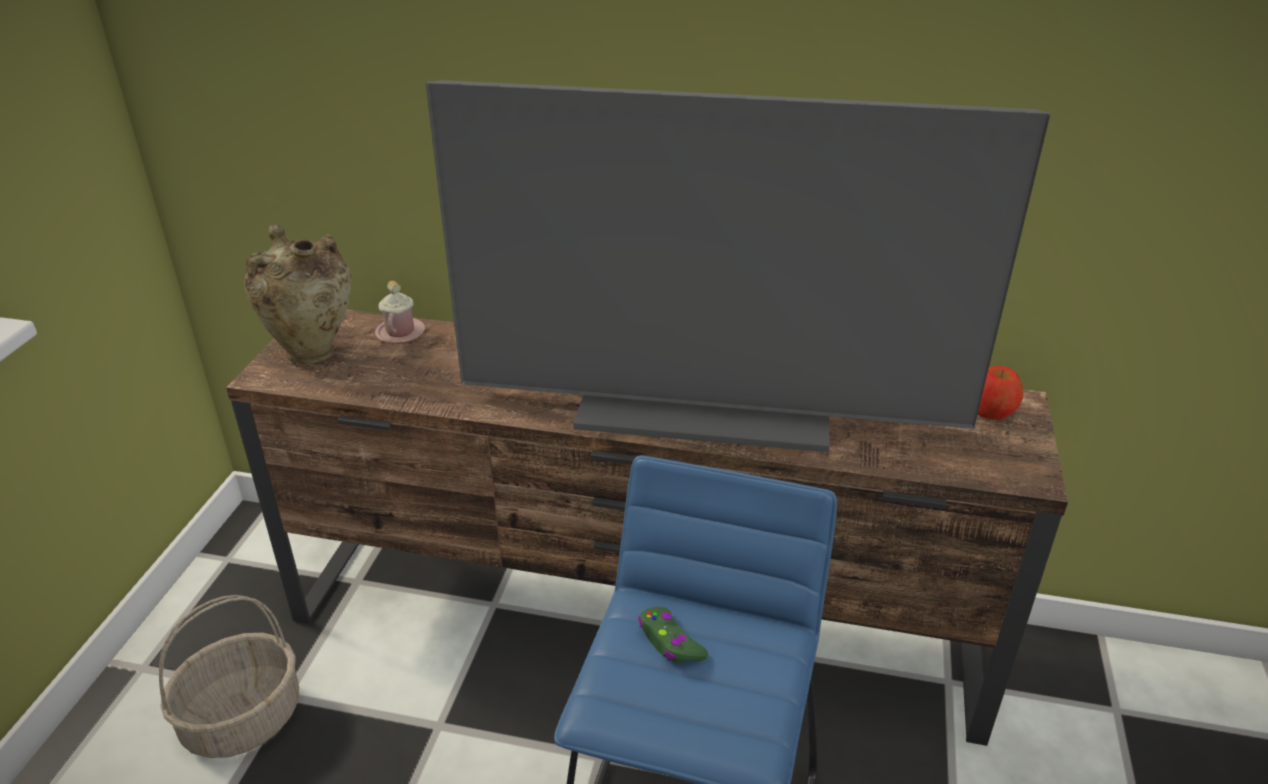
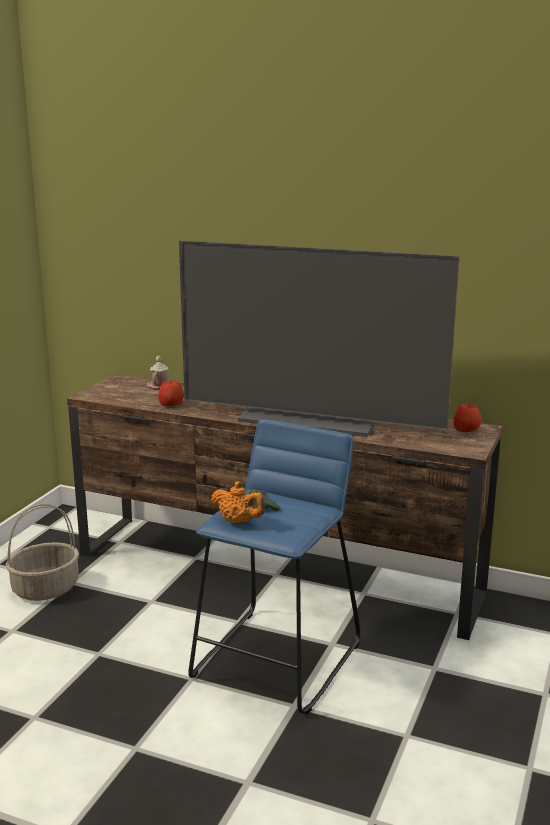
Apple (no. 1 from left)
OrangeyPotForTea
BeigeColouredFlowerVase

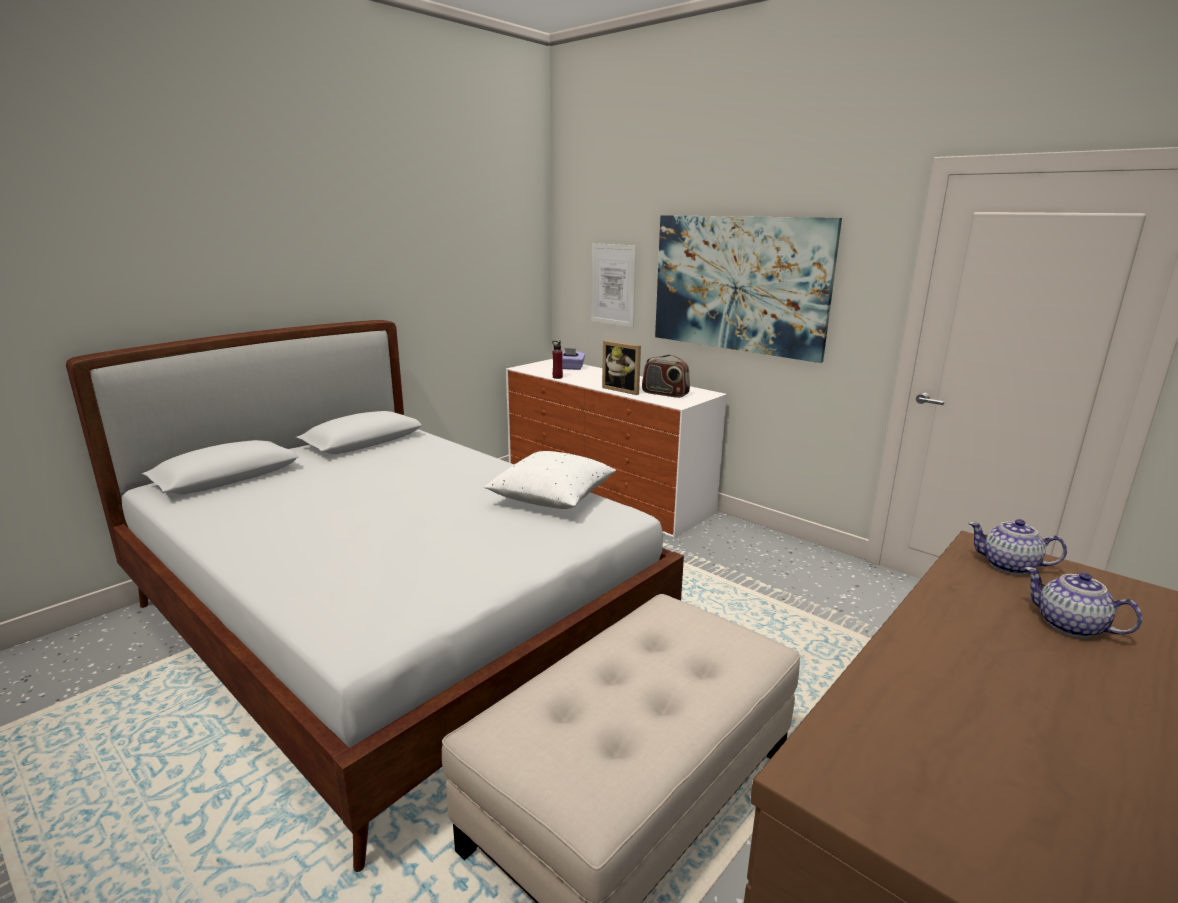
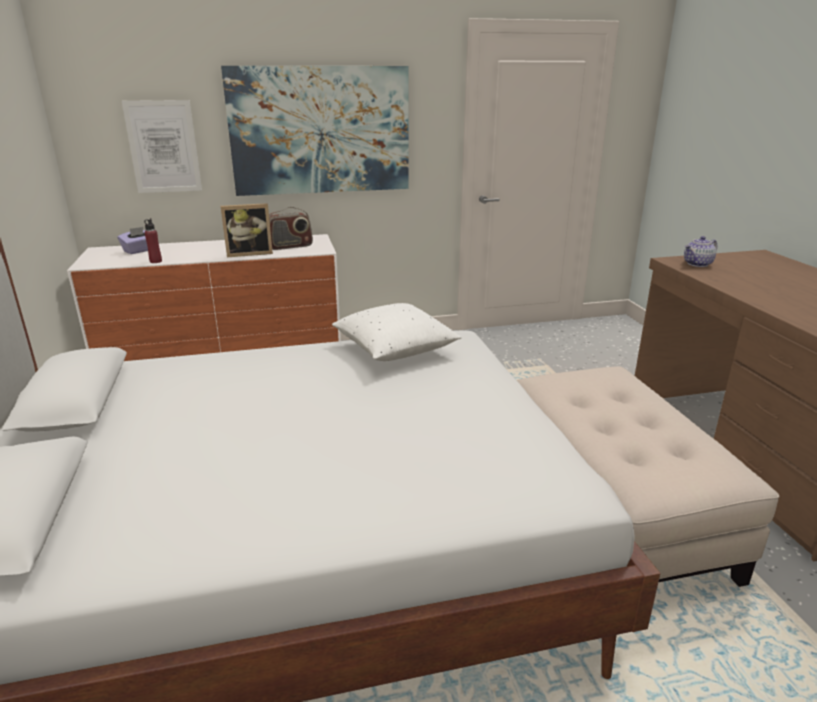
PotForTea (no. 2 from left in the first image)

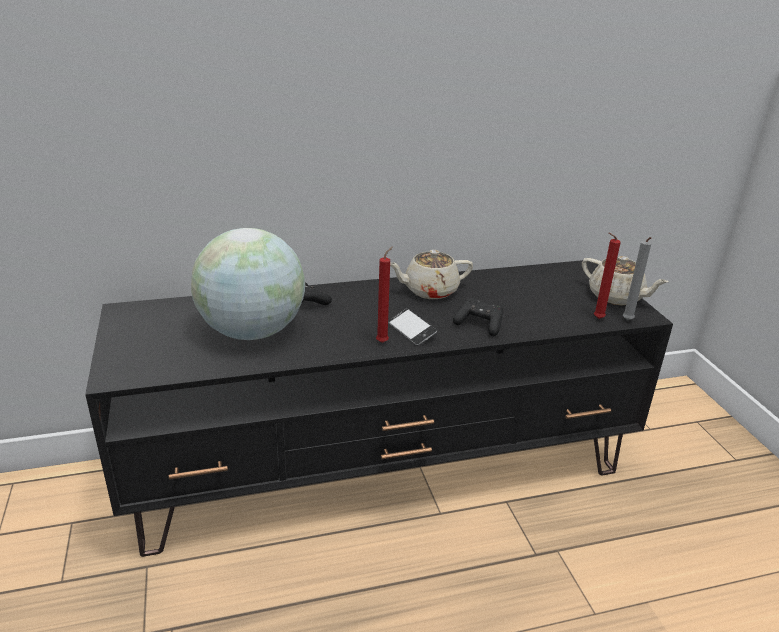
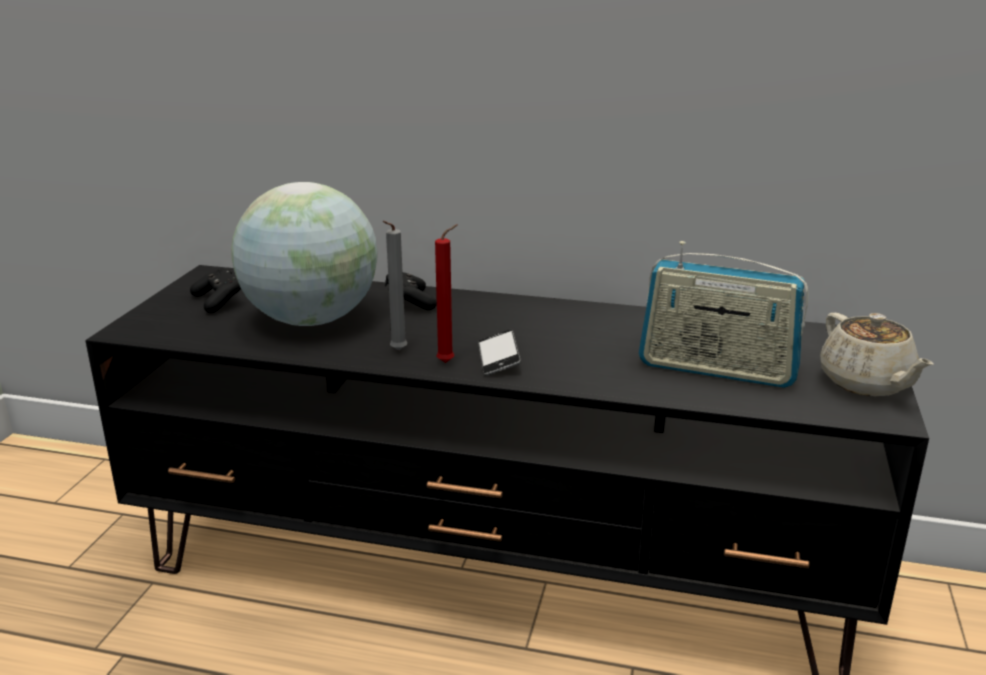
BlackColouredGameController (no. 1 from left)
GreyishCandle
RadioSet
BeigeColouredPotForTea (no. 1 from left in the first image)
RedCandle (no. 2 from left in the first image)

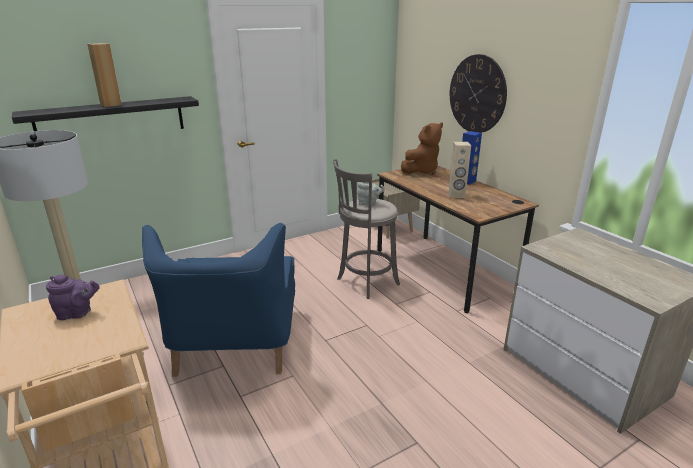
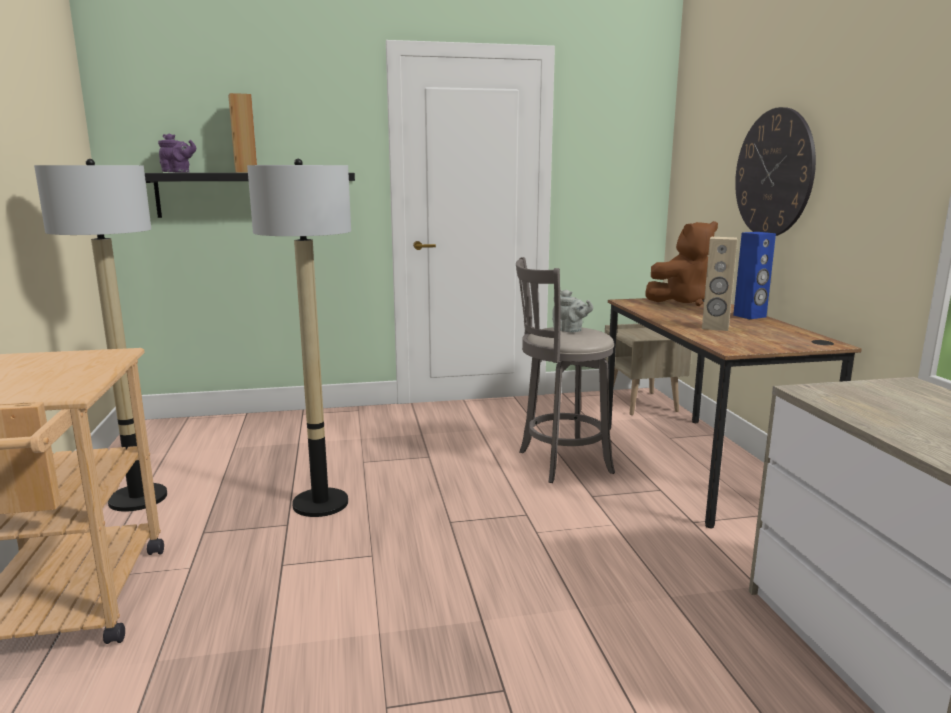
PurpleColouredPotForTea
StandardLamp (no. 2 from left)

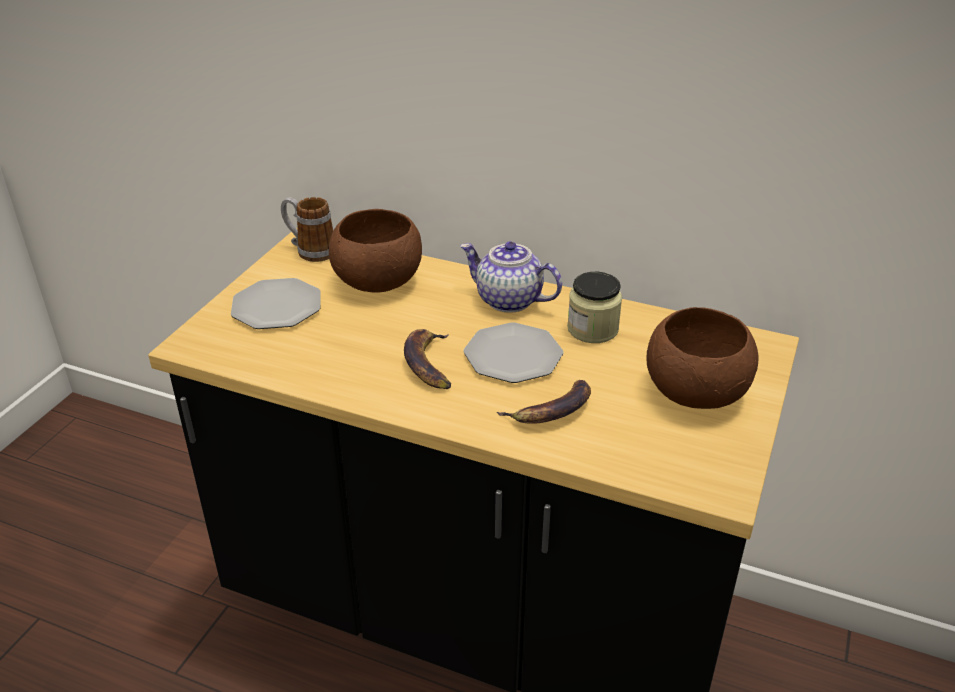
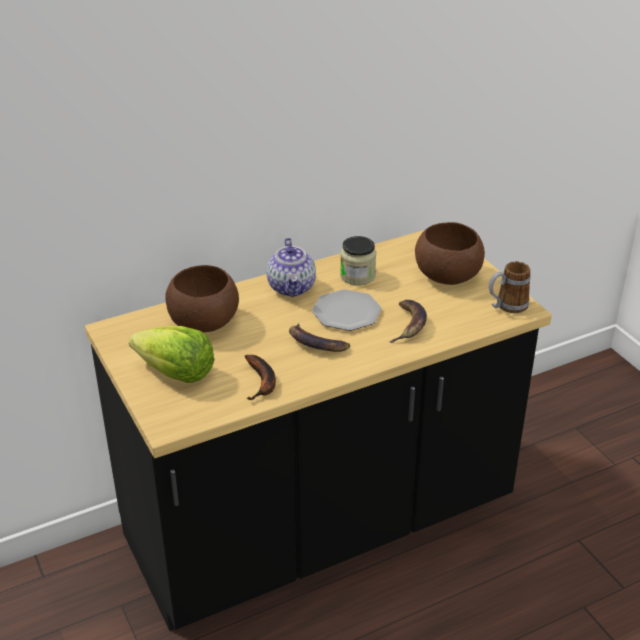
Lettuce
BananaFruit (no. 1 from left)
PotForTea
TeaMug

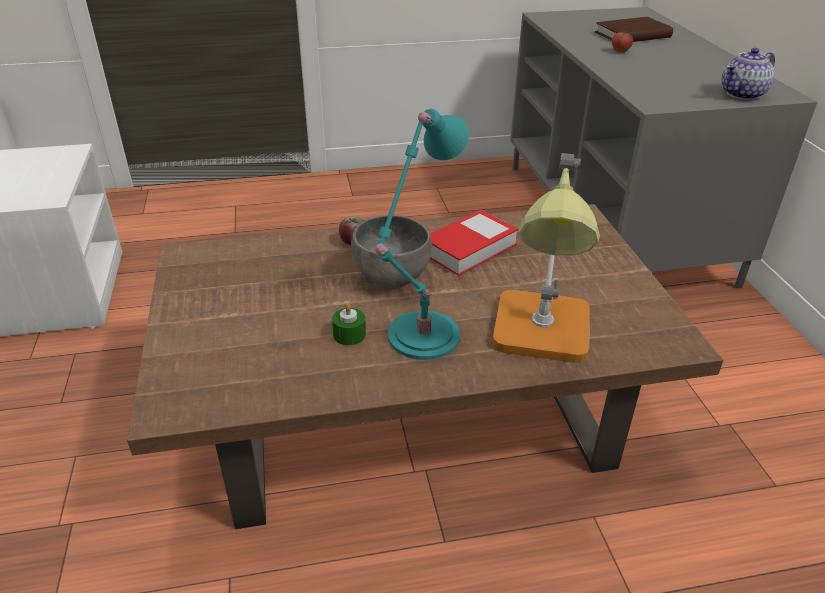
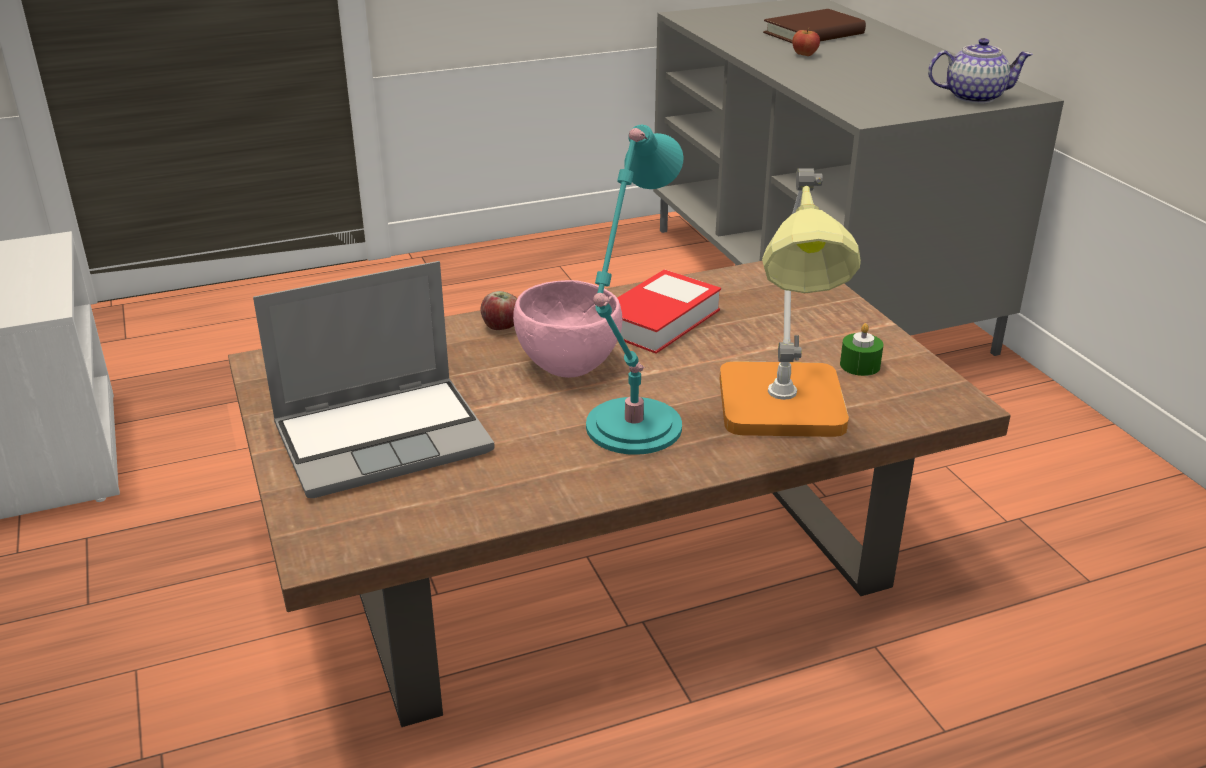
NotebookComputer
PinkBowl
GreenCandle
PotForTea

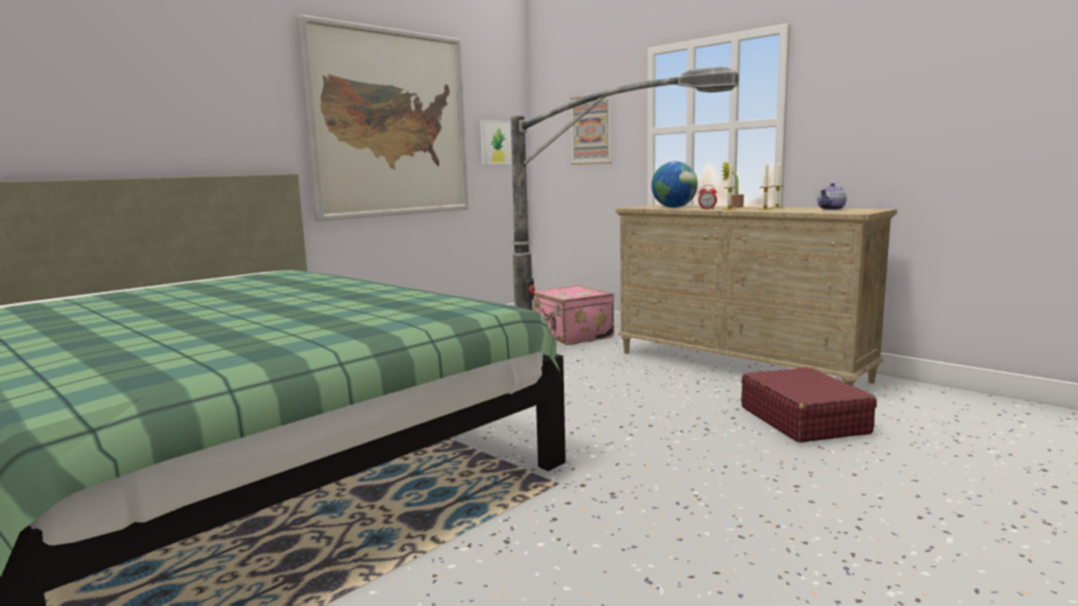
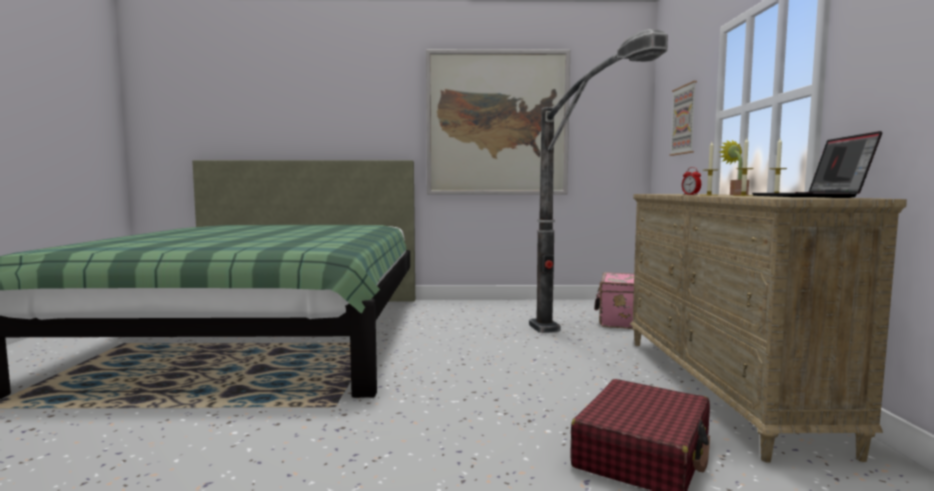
NotebookComputer
WallPicture (no. 2 from left in the first image)
Globe

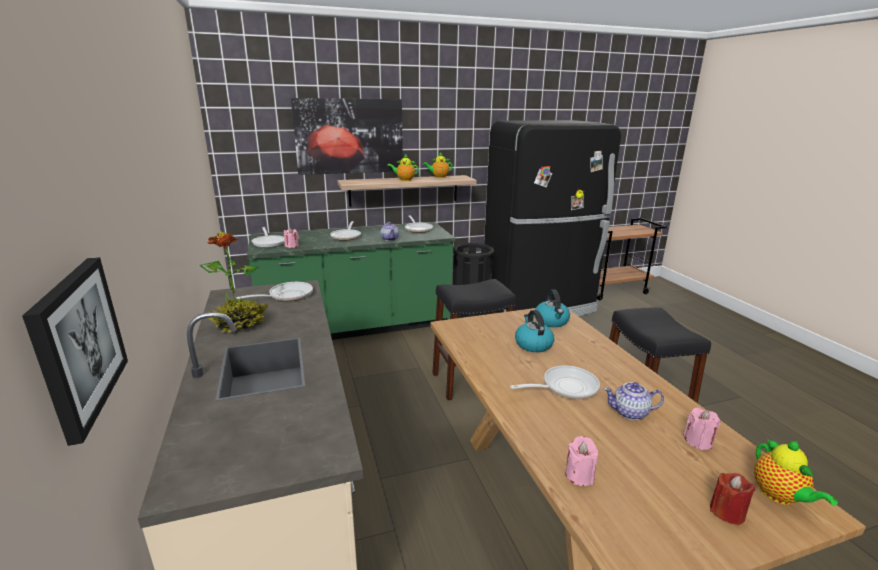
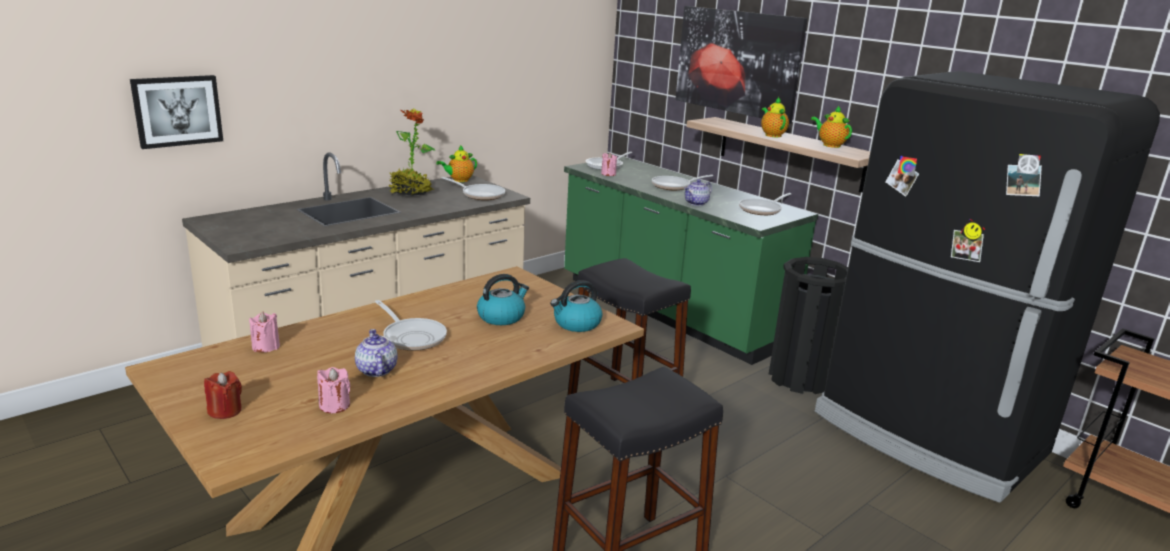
PotForTea (no. 2 from left)

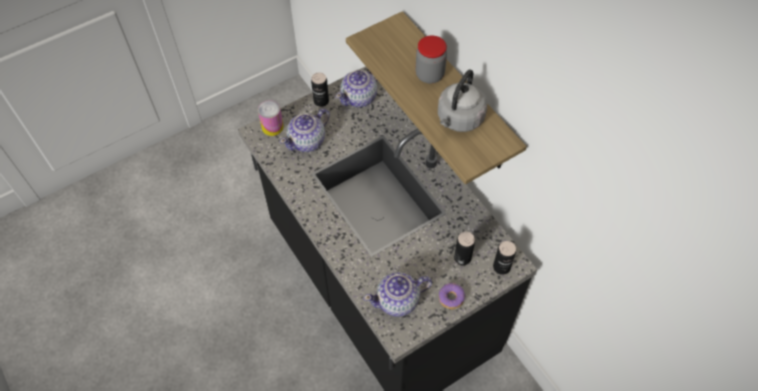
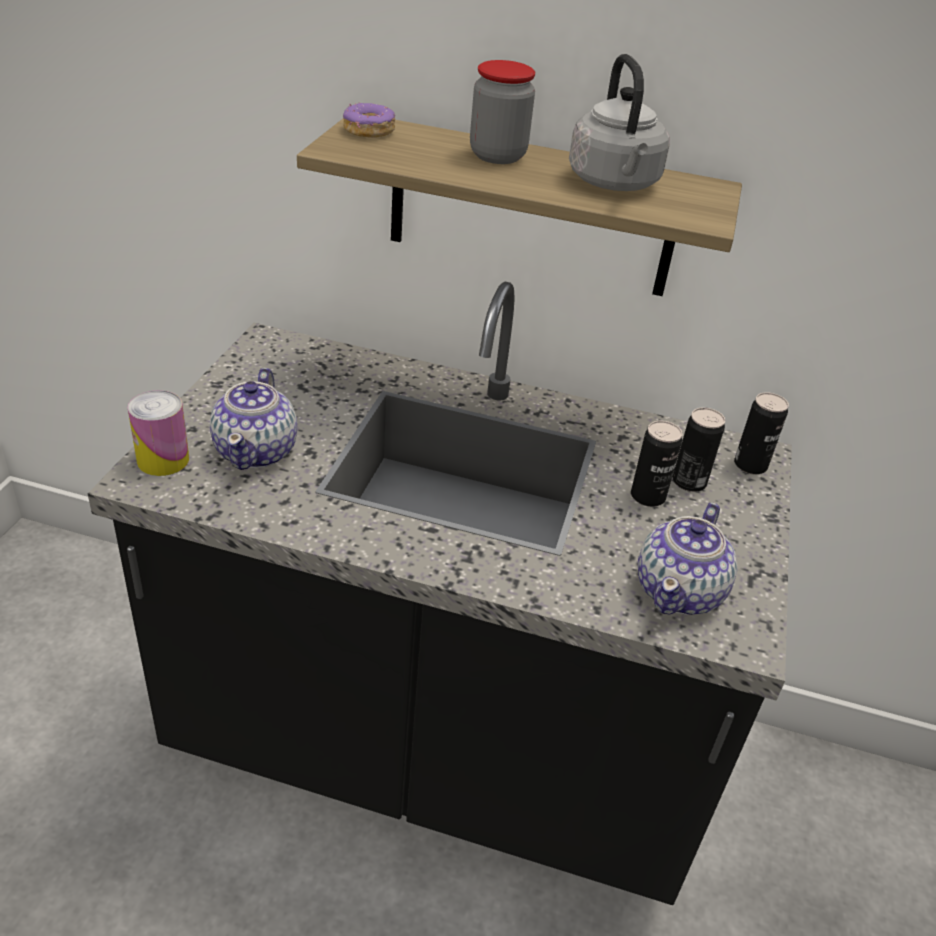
Doughnut
SealedCan (no. 2 from left)
PotForTea (no. 2 from left in the first image)

